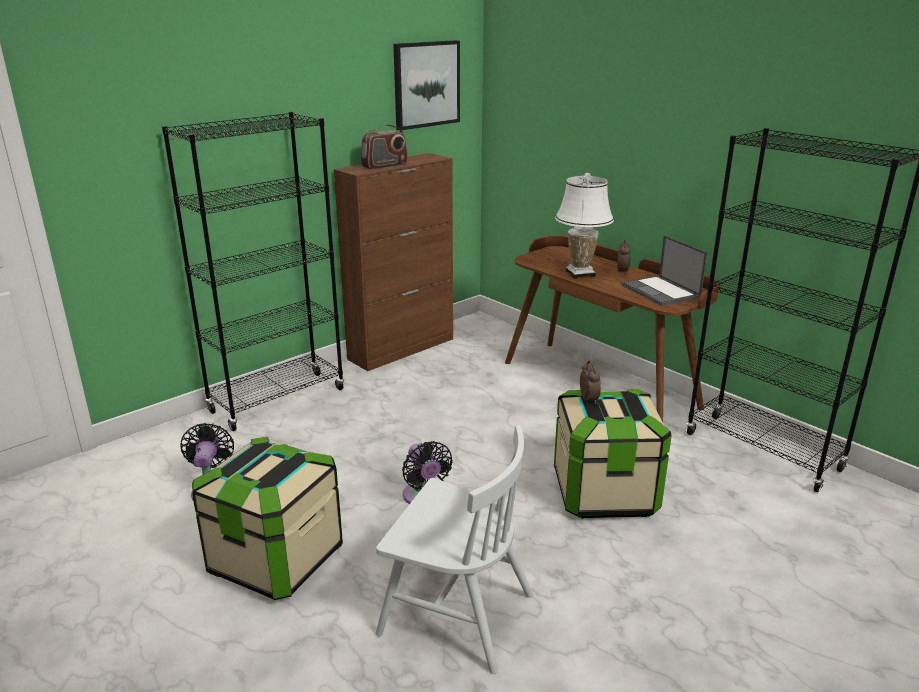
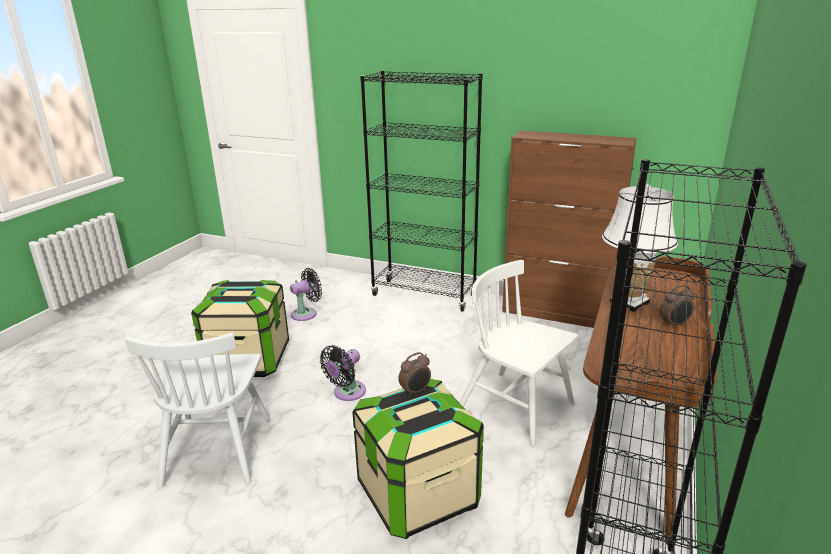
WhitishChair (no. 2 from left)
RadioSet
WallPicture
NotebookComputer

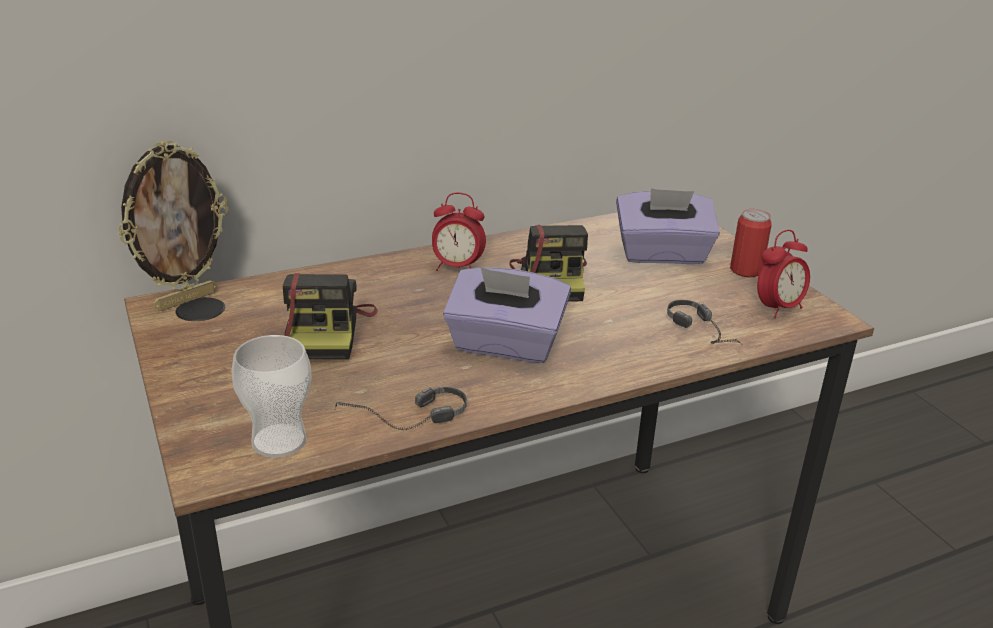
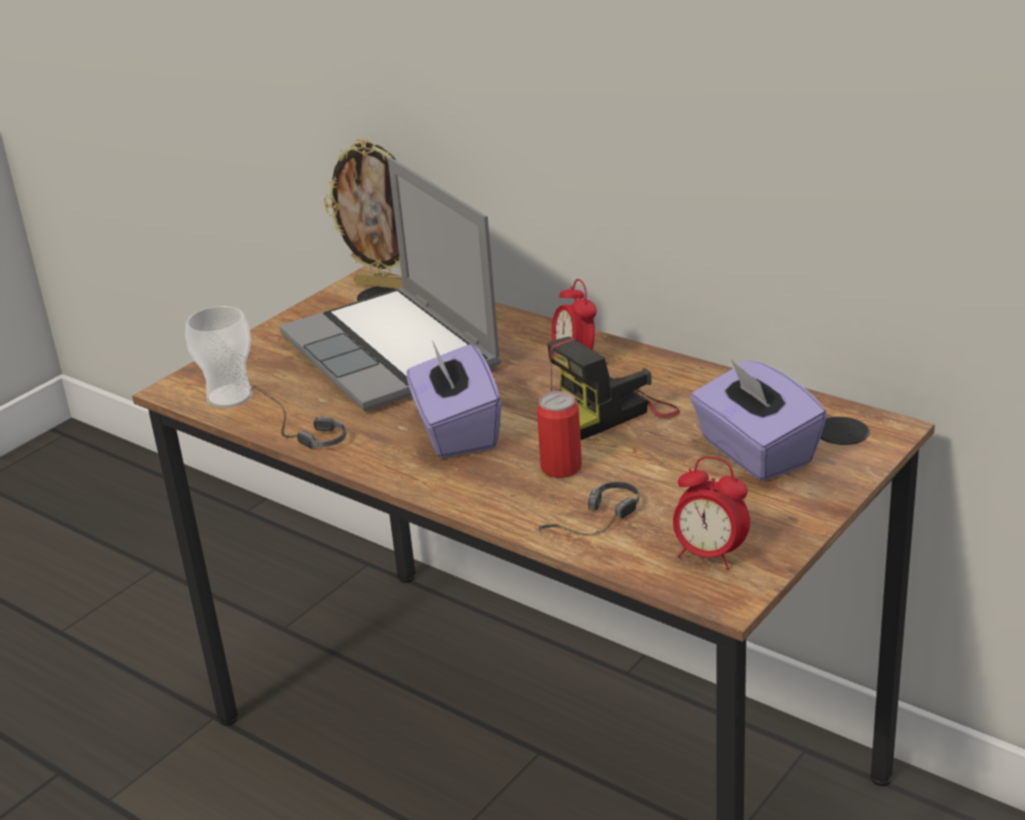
NotebookComputer
SealedCan

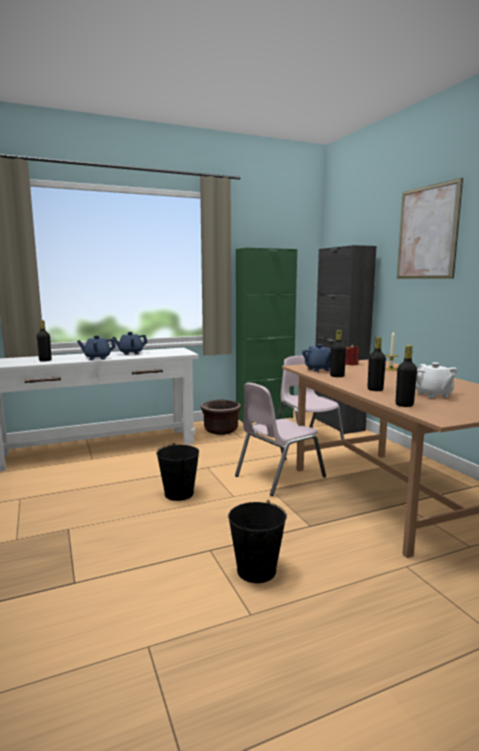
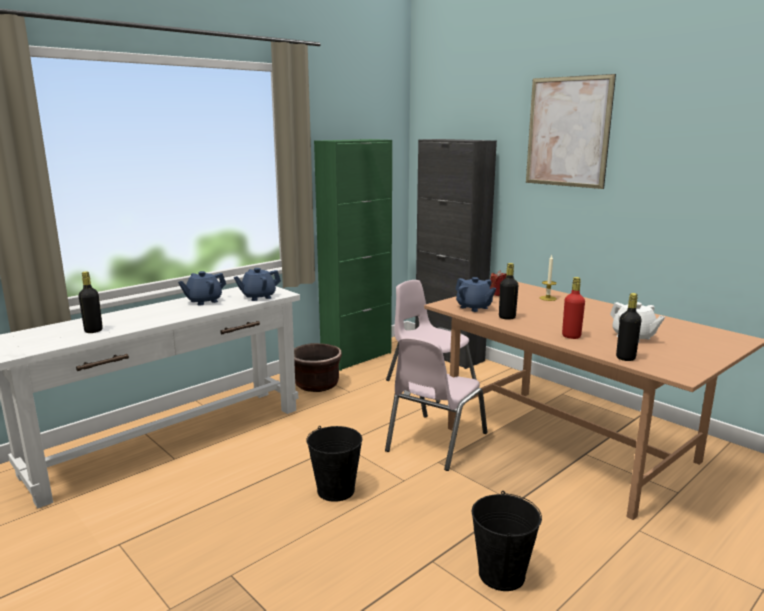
BluishPotForTea (no. 2 from left)
RedDrinkBottle

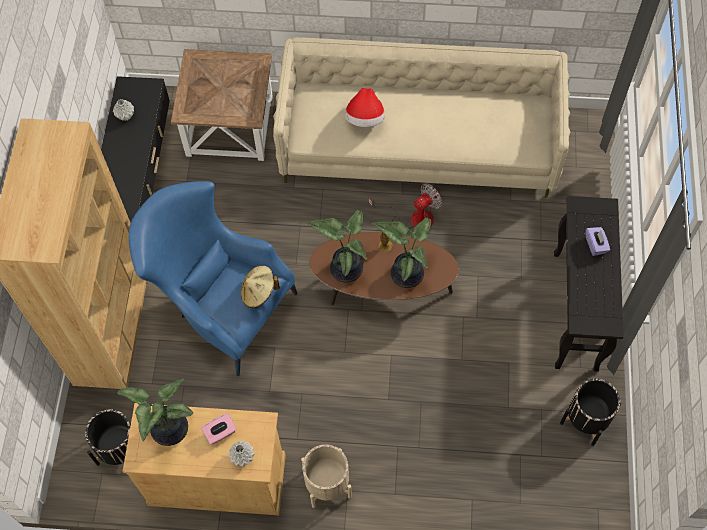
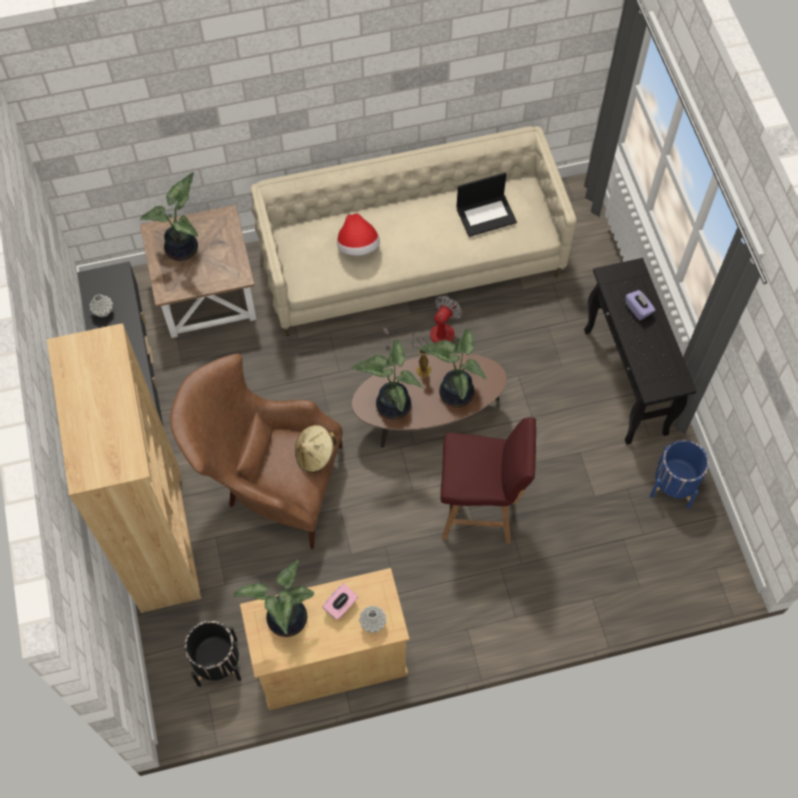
PottedPlant (no. 1 from left)
BrownEasyChair
RedSittingStool
NotebookComputer
BluishPlantPot
BeigeColouredPlantPot

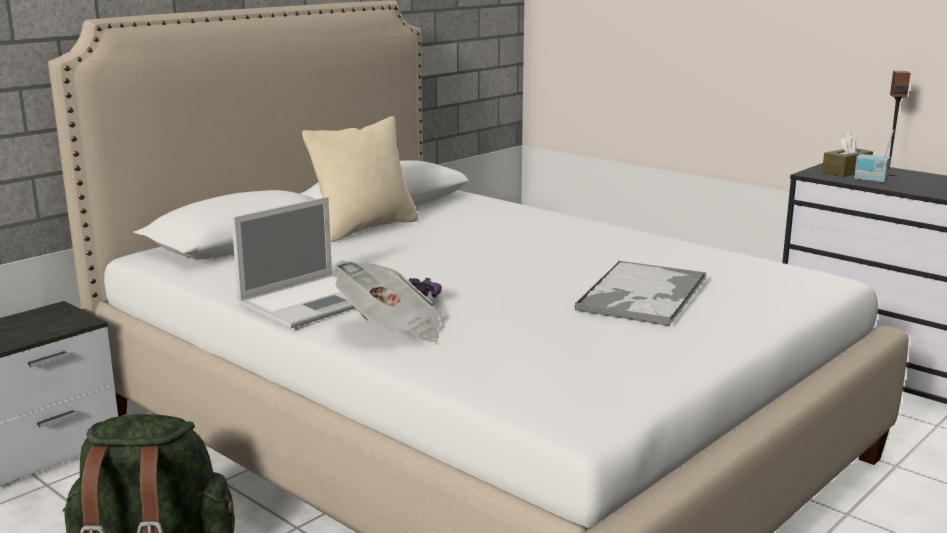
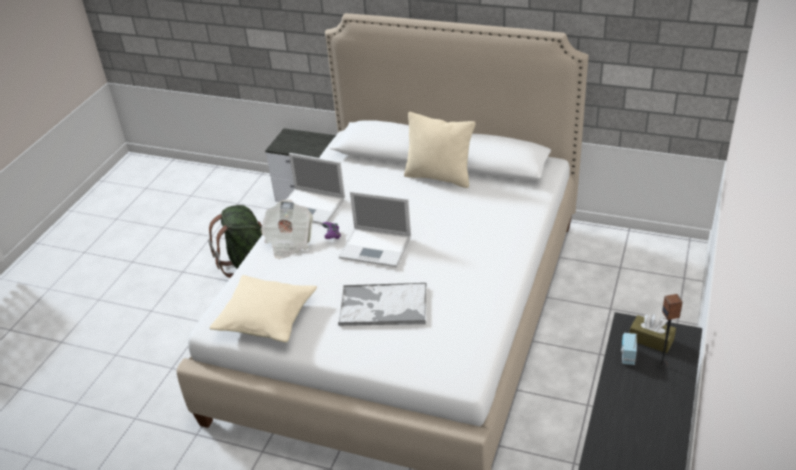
BeigeColouredThrowPillow (no. 1 from left)
NotebookComputer (no. 2 from left)

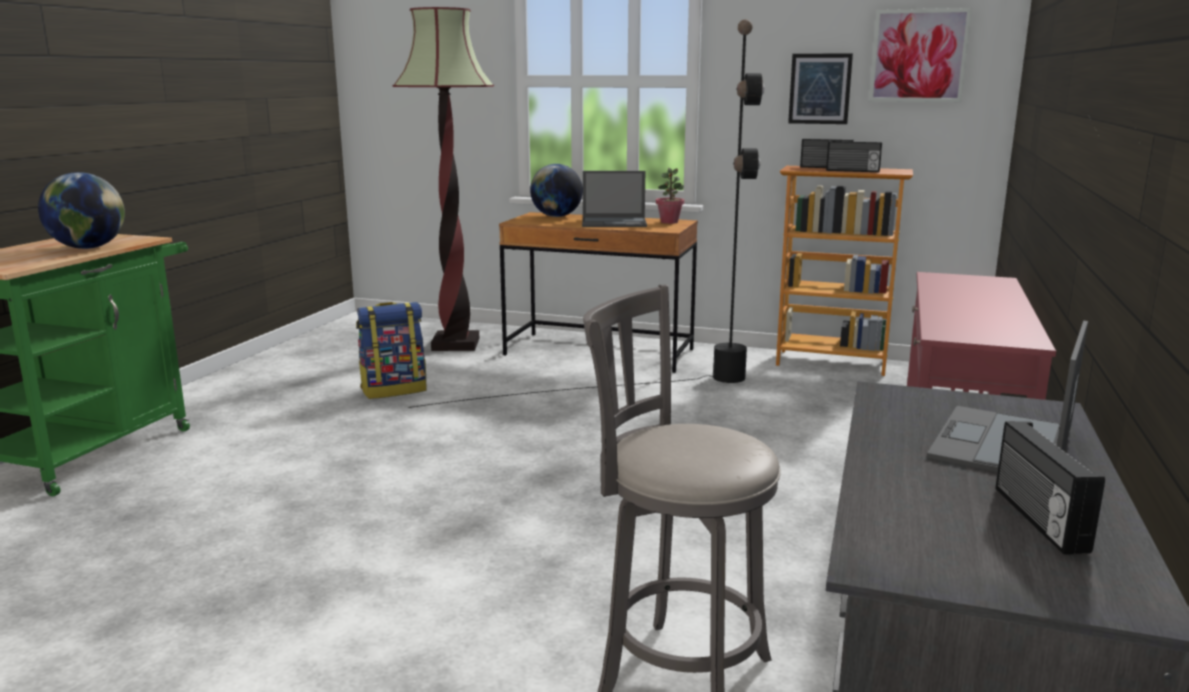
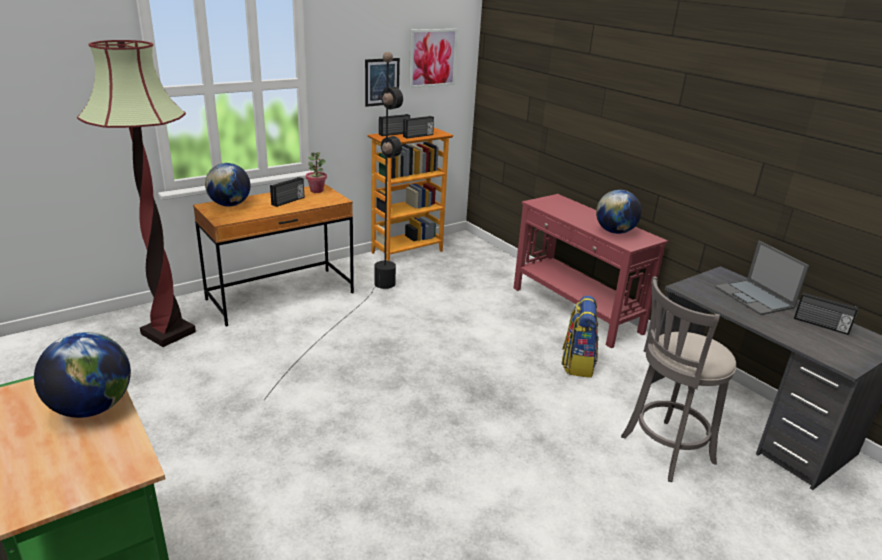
RadioSet (no. 1 from left)
Knapsack
Globe (no. 3 from left)

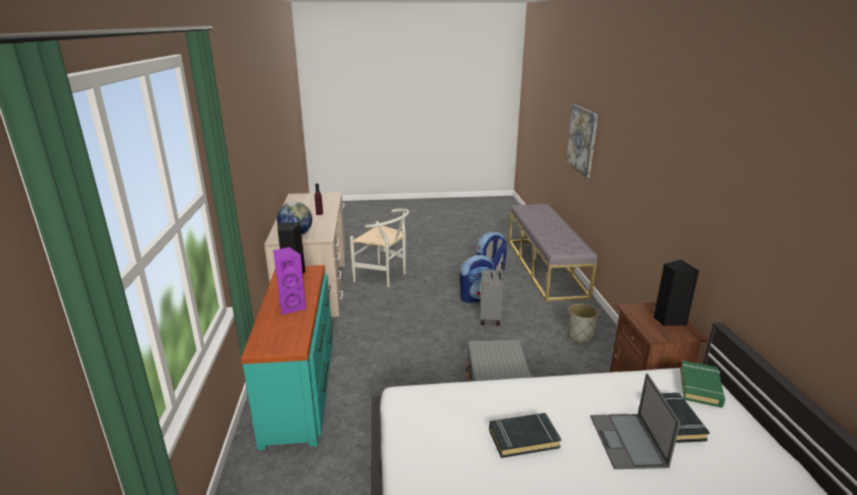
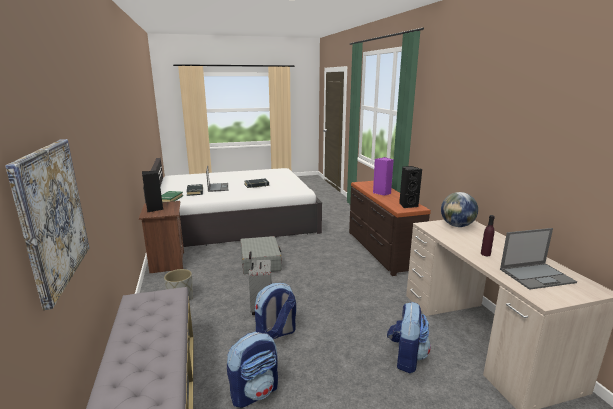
BrownDresser
Knapsack (no. 3 from left)
NotebookComputer (no. 2 from left)

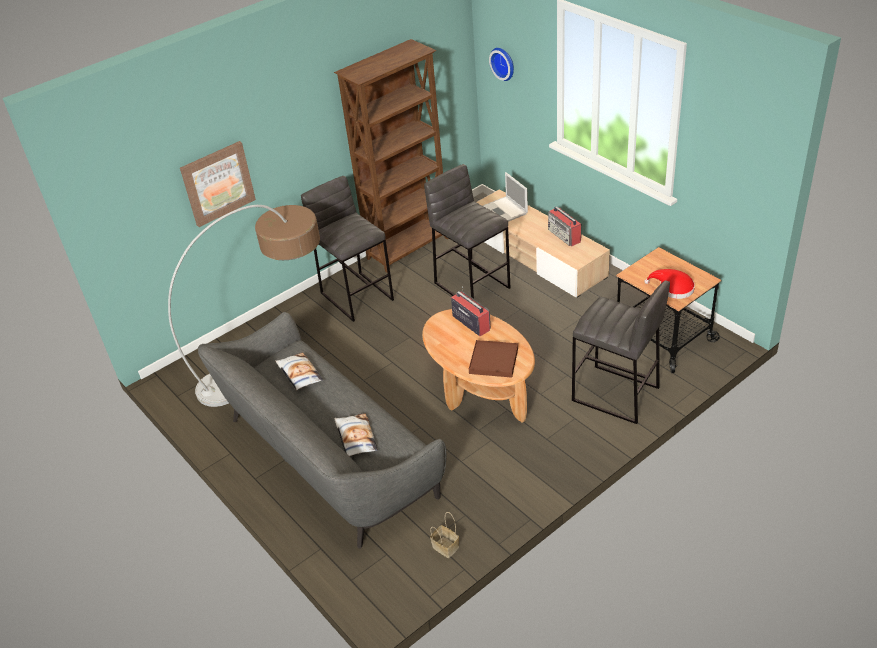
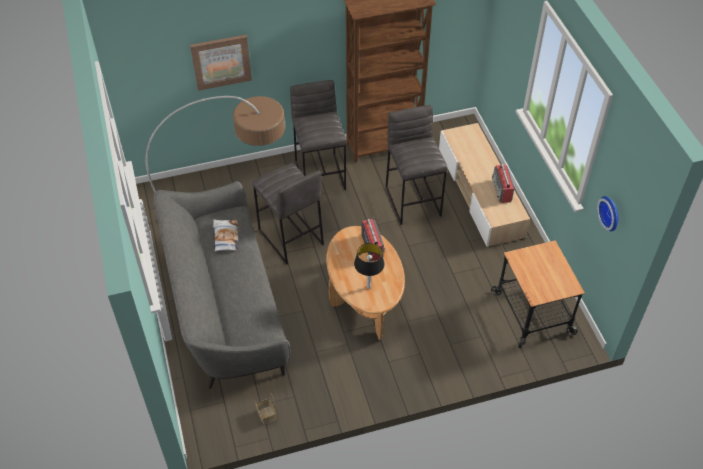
GreyishSittingStool (no. 1 from left)
LampForATable
WallClock
ThrowPillow (no. 2 from left in the first image)
NotebookComputer
RedHat

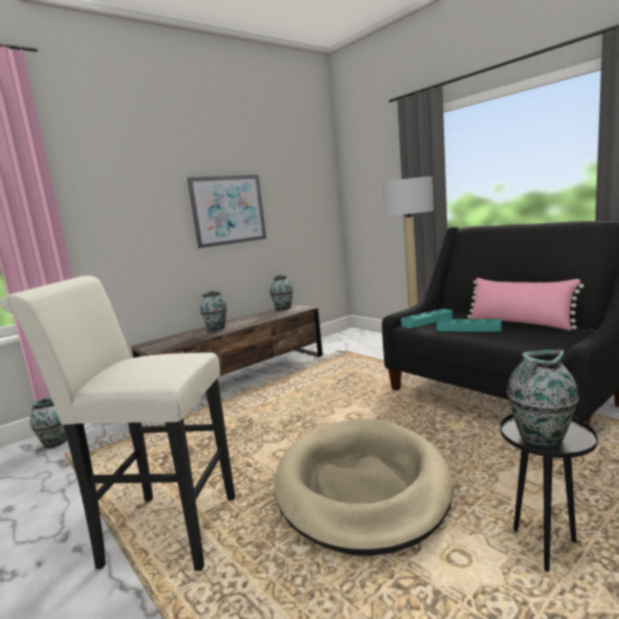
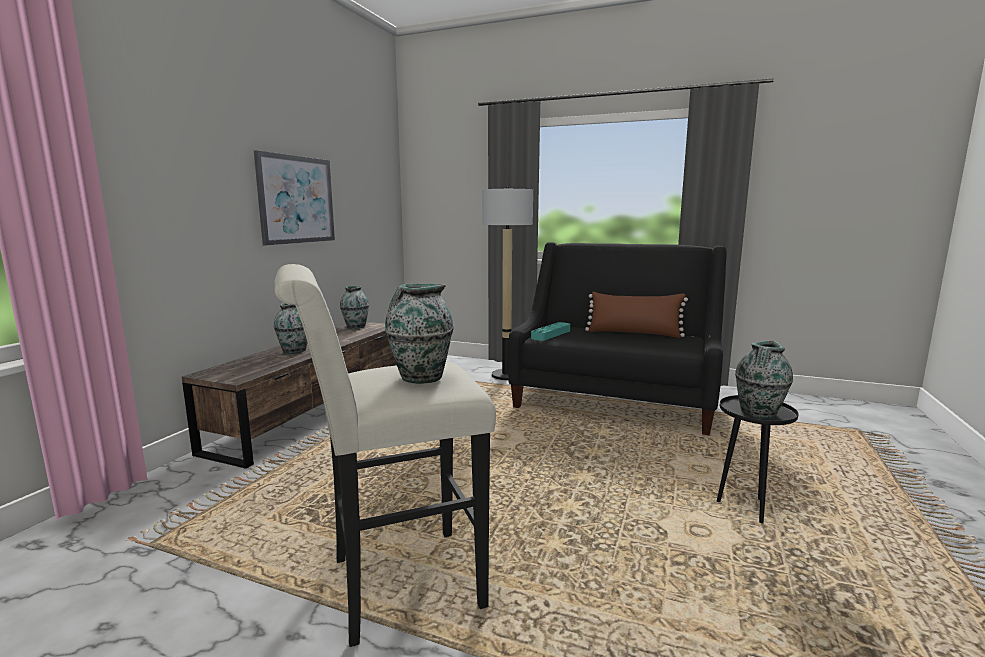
FlowerVase (no. 3 from left)
BrownThrowPillow
BeigeColouredDogCushion
TurquoiseServingTray (no. 2 from left in the first image)

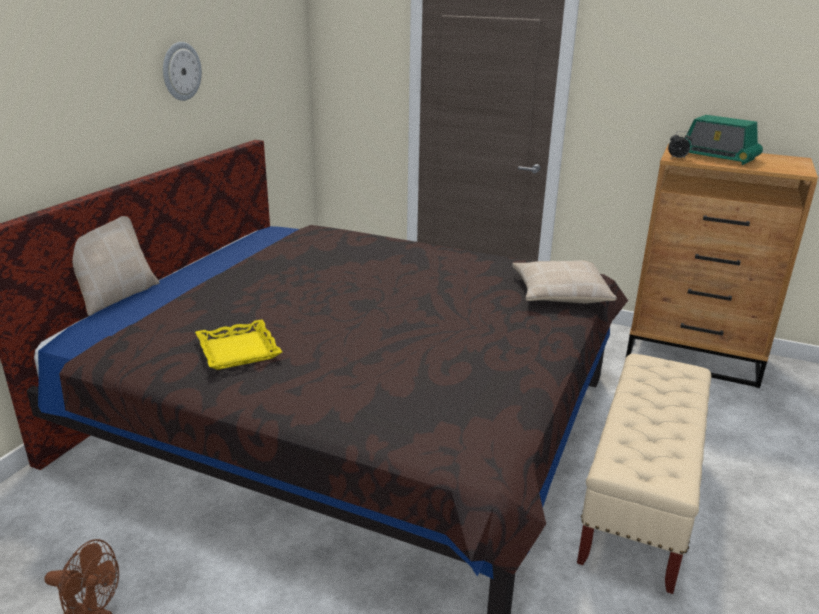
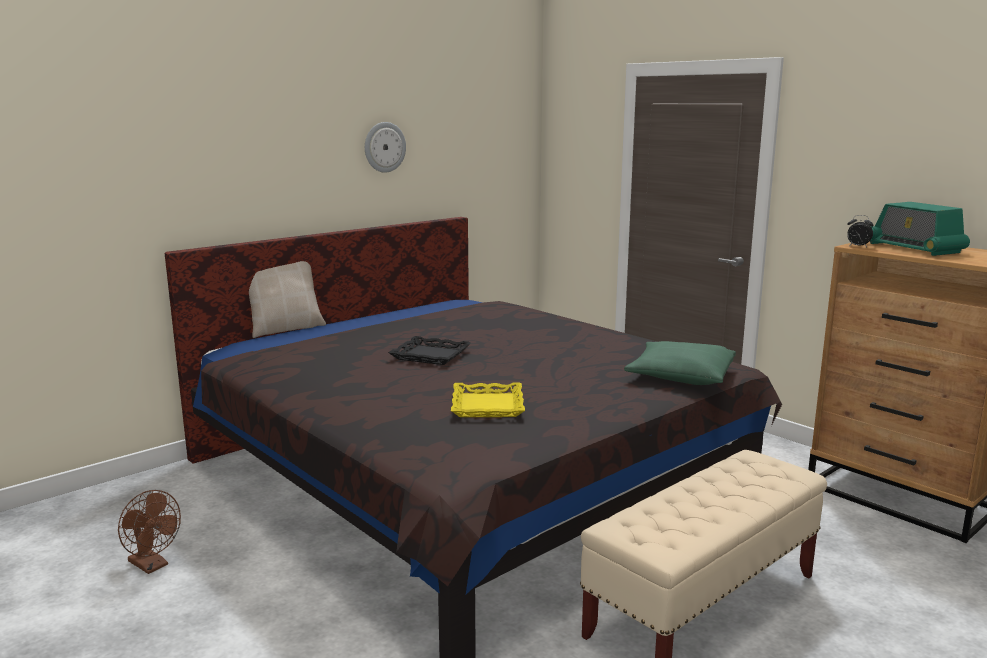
BlackColouredServingTray
YellowServingTray
GreenThrowPillow

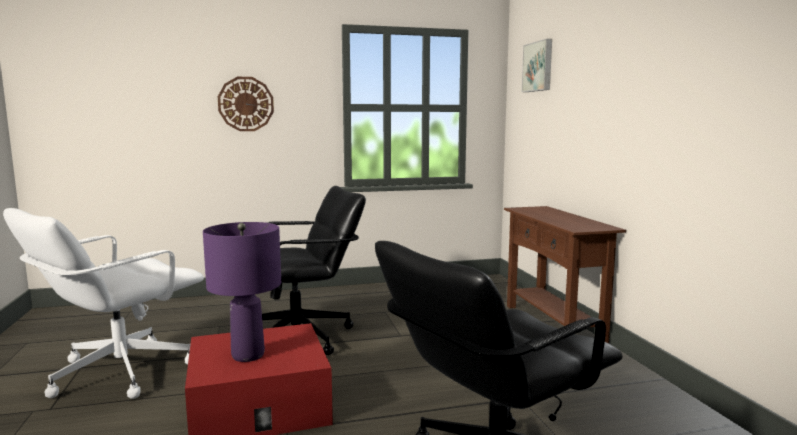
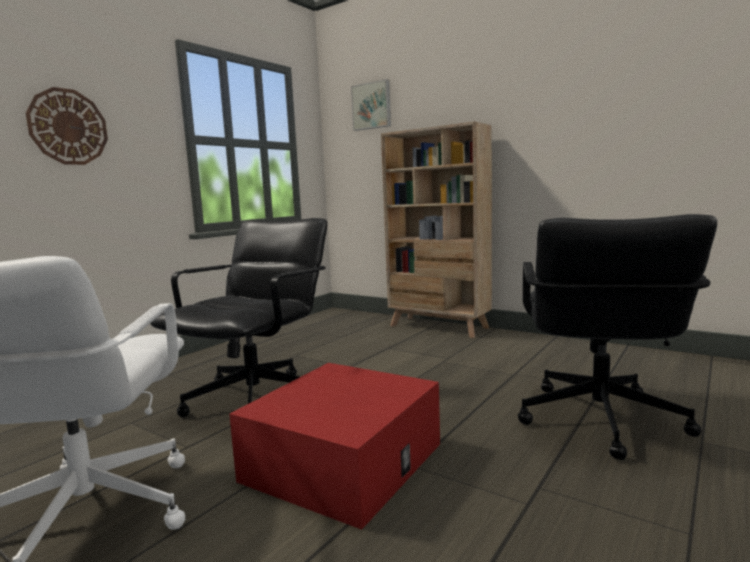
BeigeColouredShelvingUnit
PurpleColouredLampForATable

